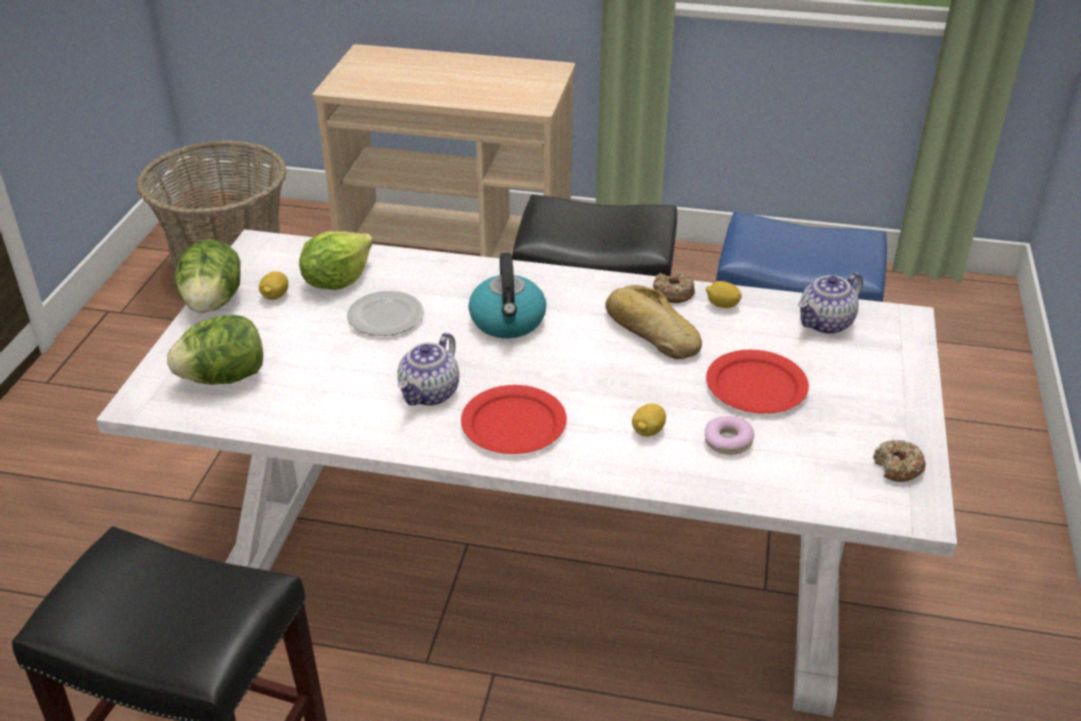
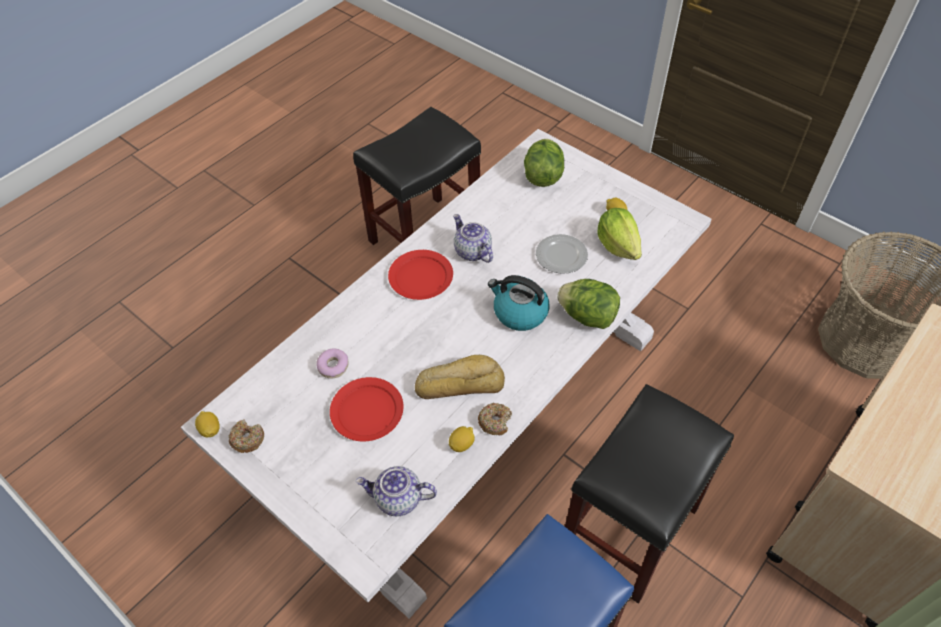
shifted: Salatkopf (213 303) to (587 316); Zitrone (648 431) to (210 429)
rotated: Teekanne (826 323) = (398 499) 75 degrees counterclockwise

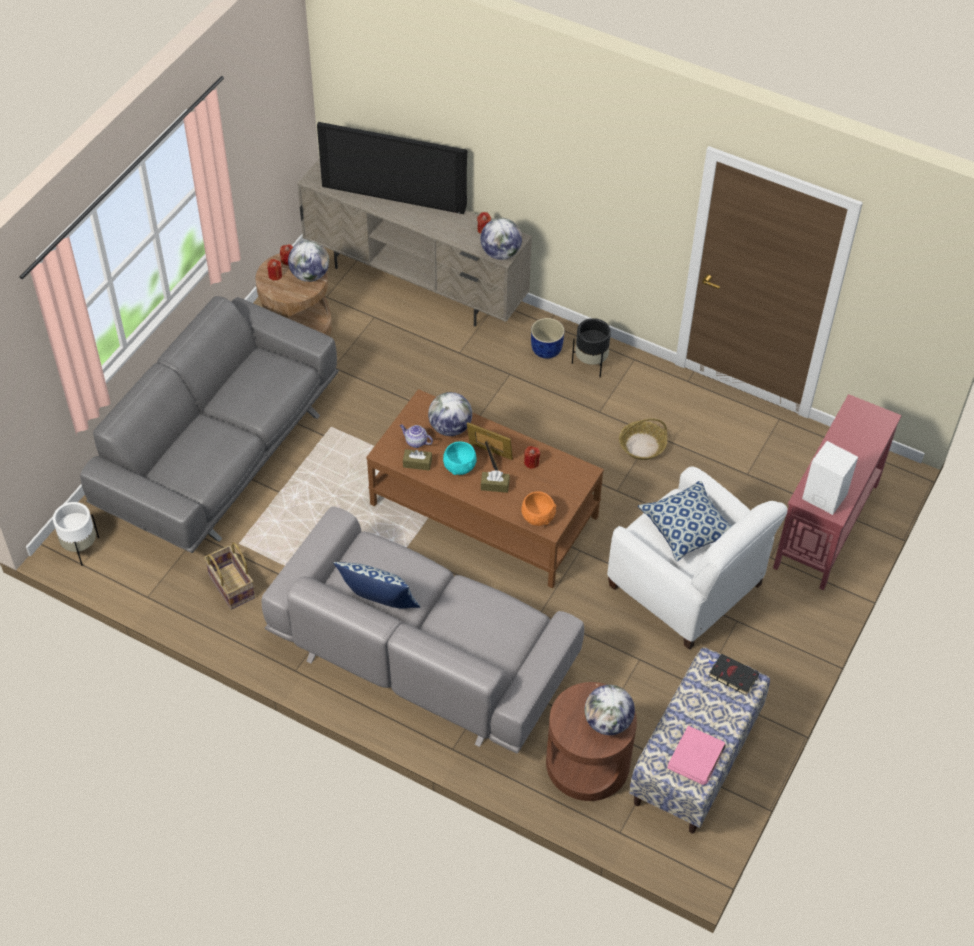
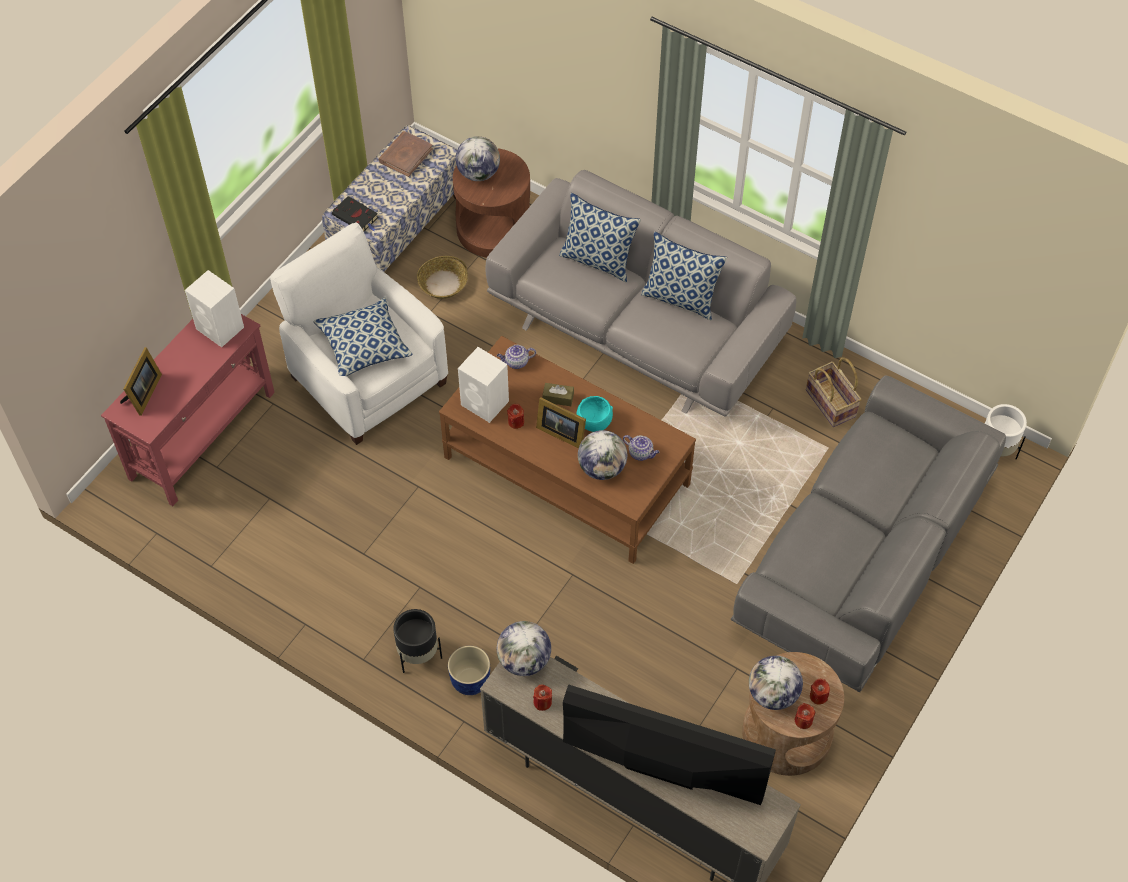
gone: Taschentuchbox (braun) (417 463)
new: Kissen (598 260); Bilderrahmen (143 394); Lautsprecher (weiß) (485 403)
shifted: Korb (642 446) to (443 283)
swapped: Schüssel (orange) (538 516) to Teekanne (516 362)
repainted: Buch (rosa) (696 757) to Buch (braun) (405 155)

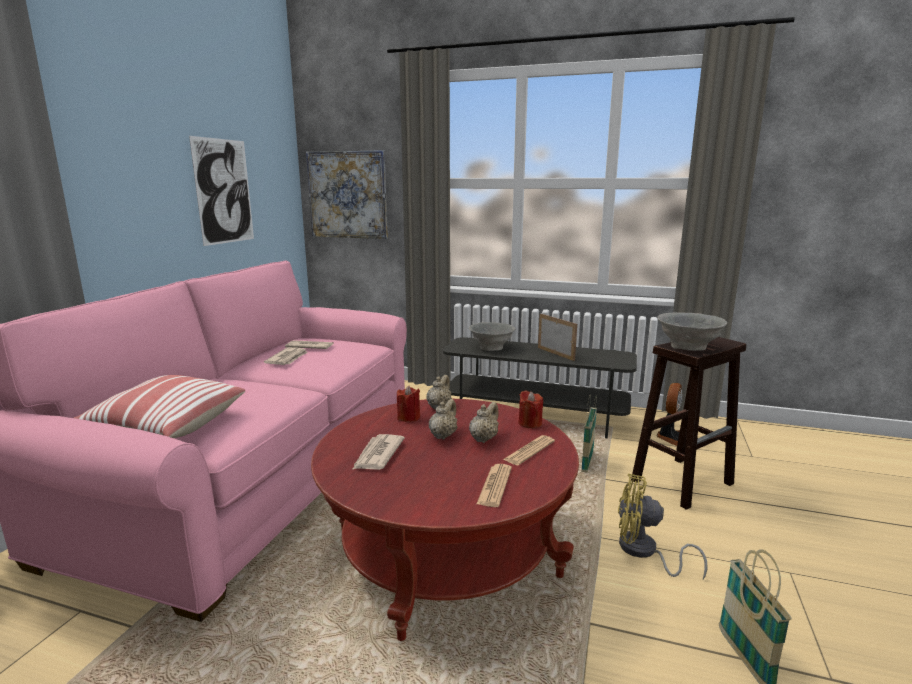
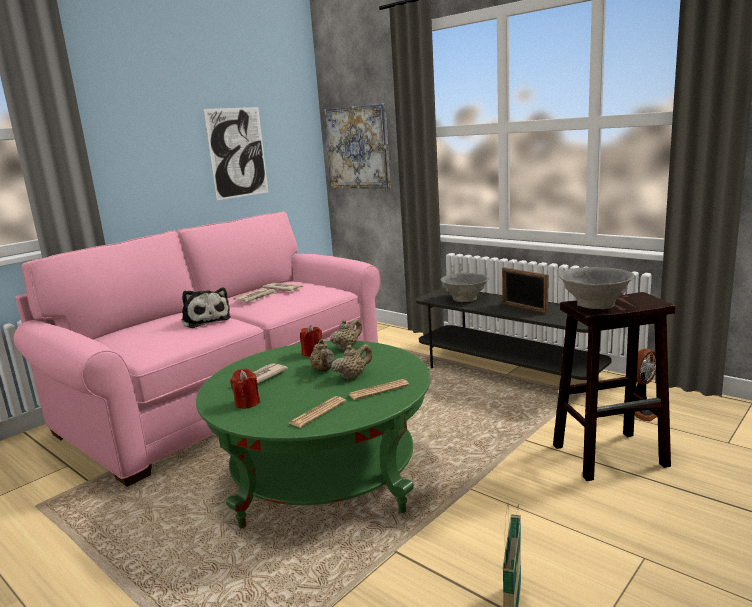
gone: Kissen (166 426); Korb (587 463); Ventilator (gelb) (643 552)
new: Plüschtier (205 320)
shifted: Kerze (rot) (530 423) to (247 403)
repainted: Couchtisch (rot) (446 552) to Couchtisch (grün) (325 475)
rotated: Bilderrahmen (556 353) = (524 308) 150 degrees clockwise; Teekanne (beige) (443 435) = (323 370) 120 degrees clockwise

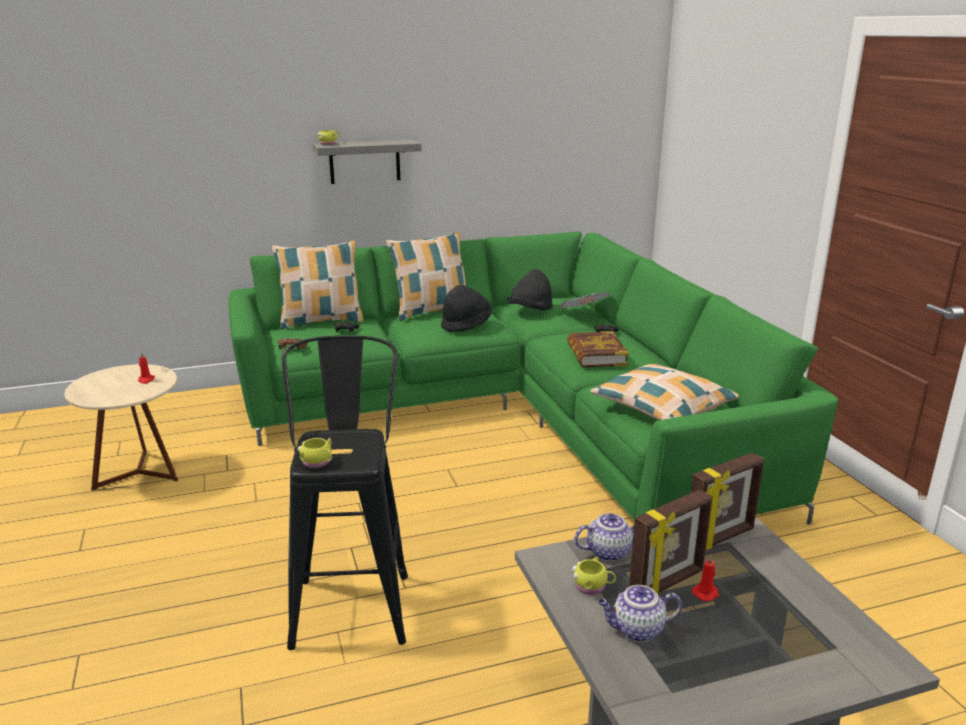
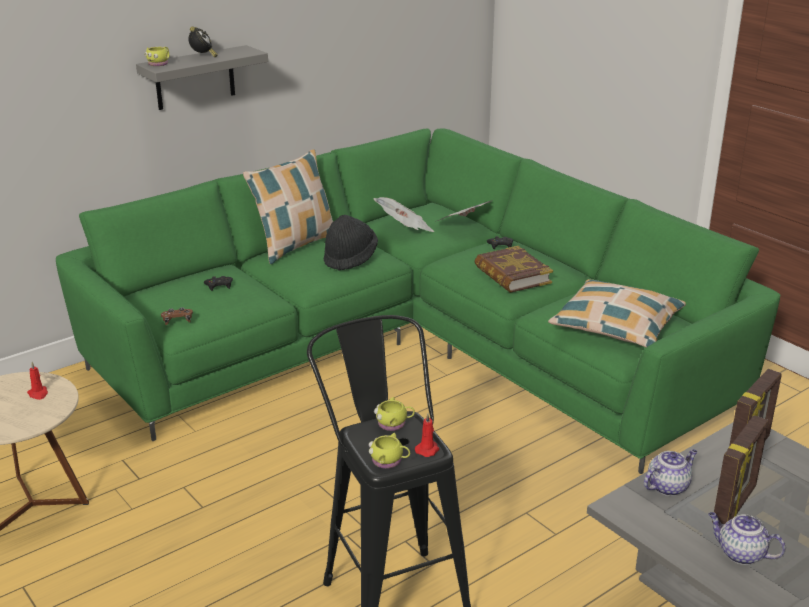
gone: Kissen (321 321)
new: Wecker (203 57)
shifted: Kerze (rot) (706 593) to (428 449); Henkelbecher (gelb) (593 586) to (394 424)
swapped: Hut (schwarz) (530 311) to Zeitung (404 229)
rotated: Teekanne (636 630) = (740 554) 60 degrees clockwise

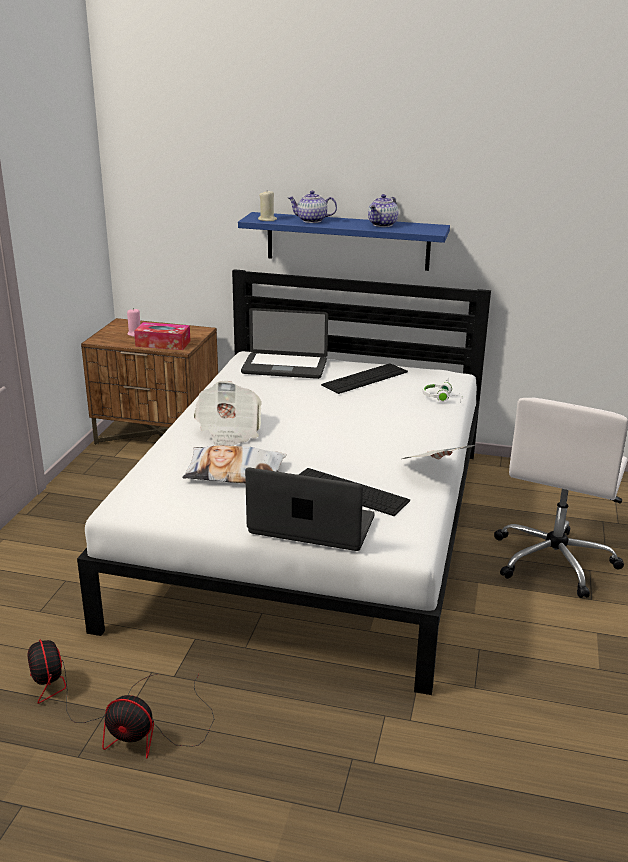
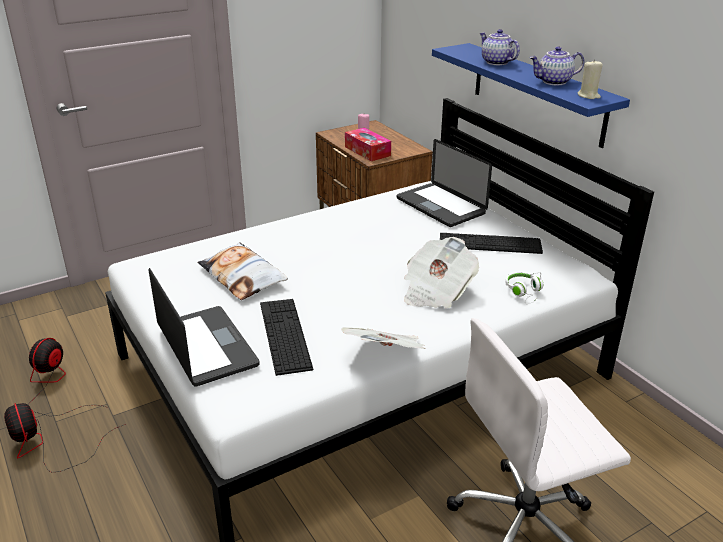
shifted: Kerze (beige) (267 219) to (588 96); Zeitung (228 432) to (436 291)

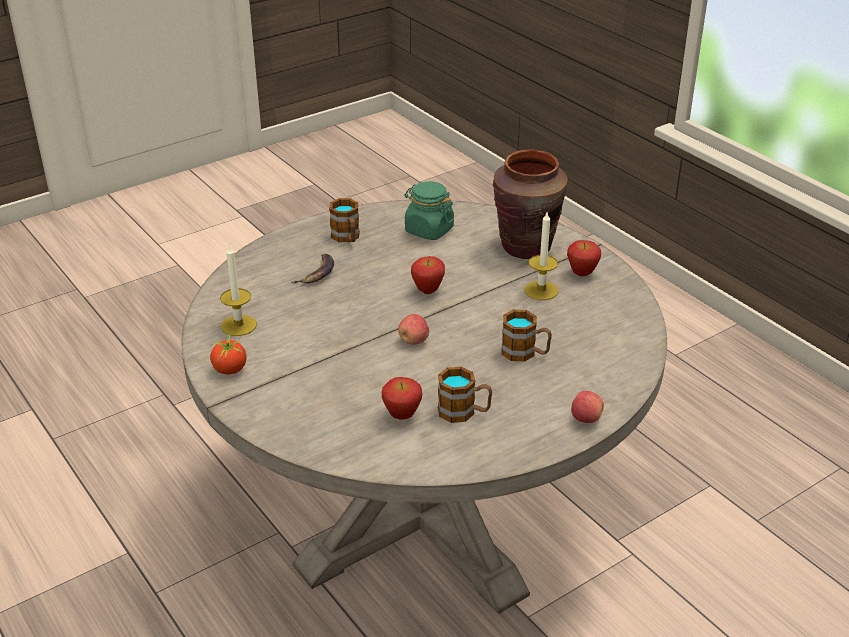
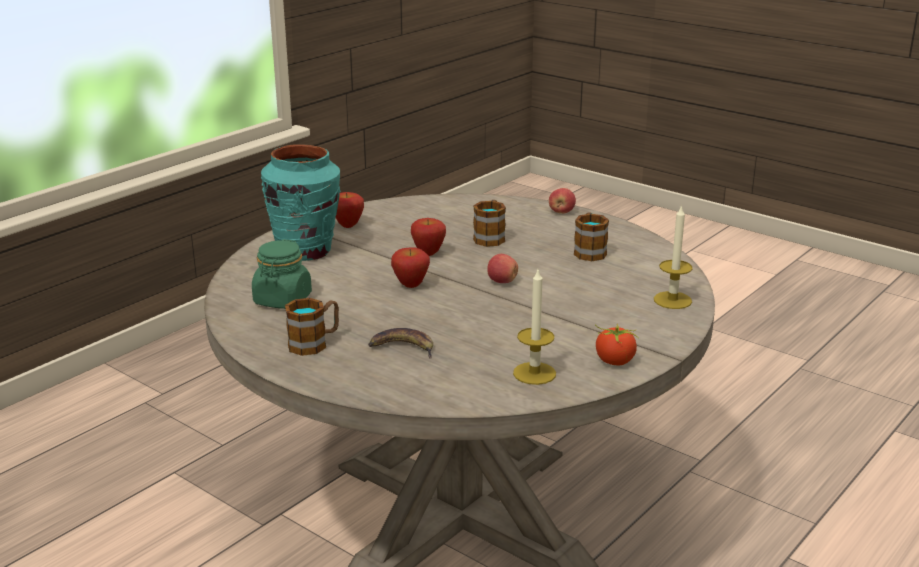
shifted: Kerze (541 290) to (672 300); Apfel (402 416) to (428 253)
repainted: Vase (braun) (526 247) to Vase (türkis) (305 251)

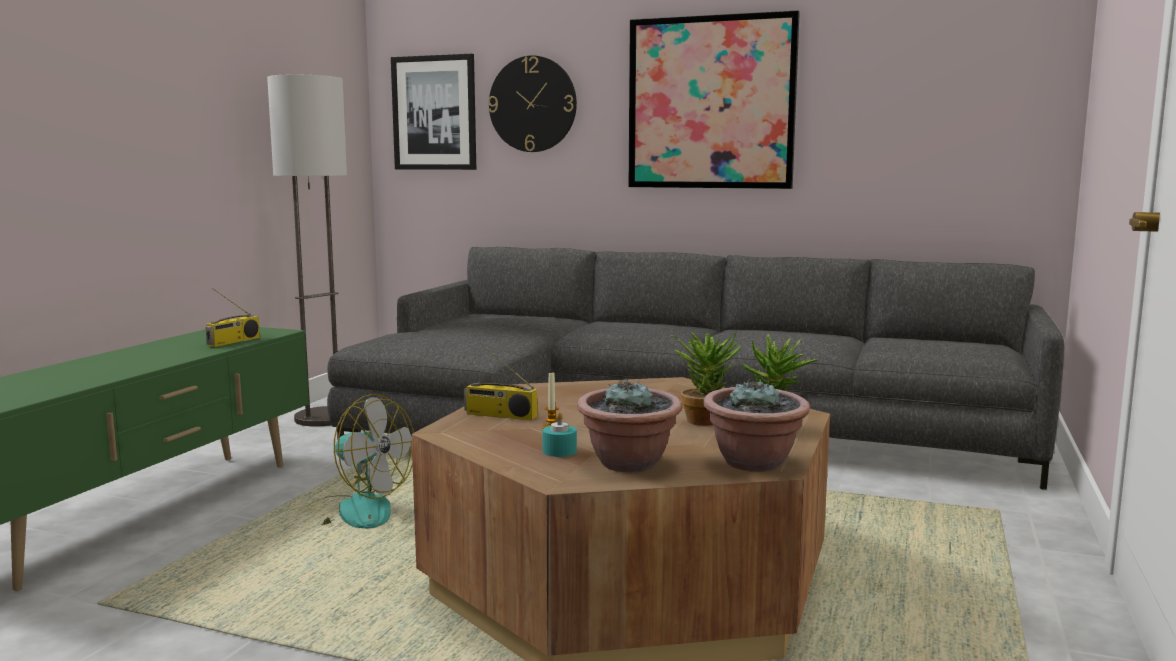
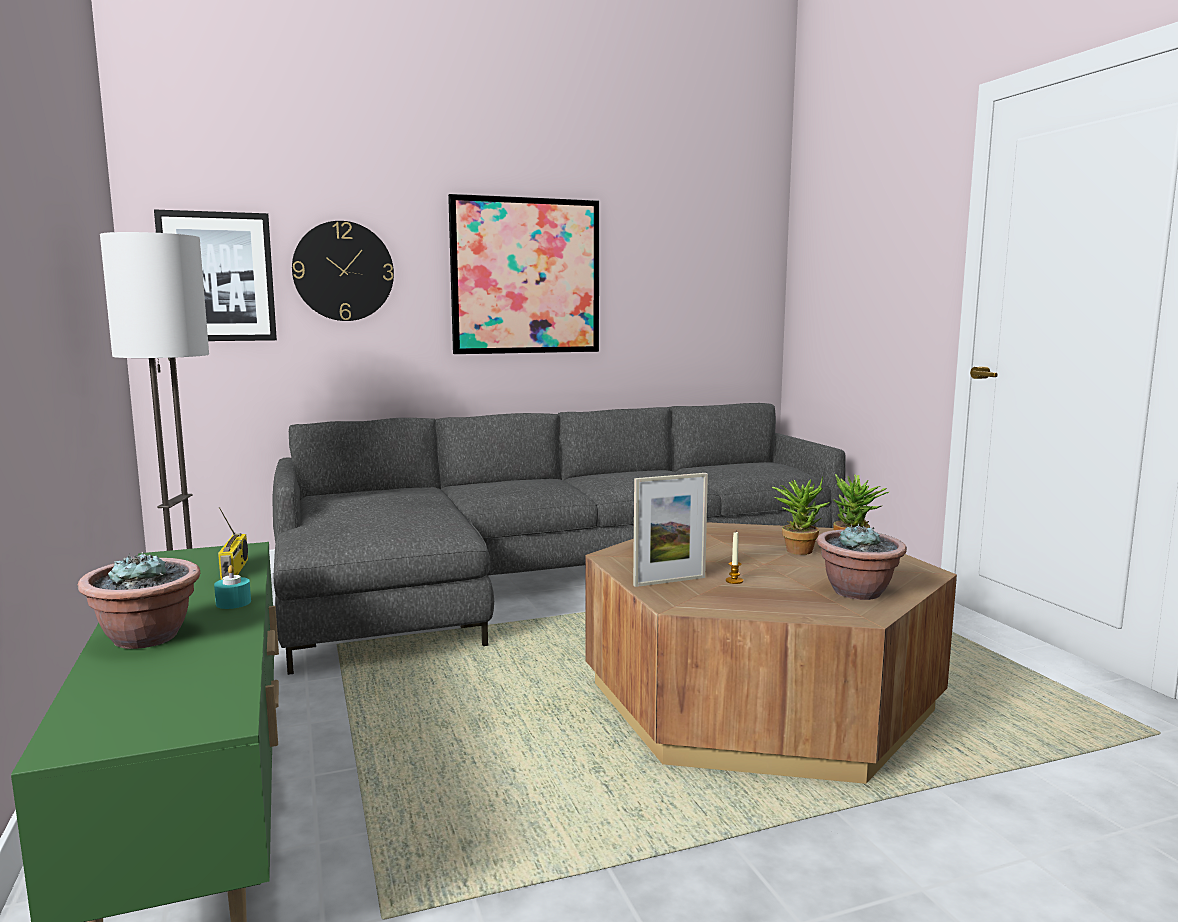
gone: Ventilator (352 512)
shifted: Topfpflanze (754 463) to (147 638); Kerze (türkis) (559 451) to (233 603)
swapped: Radio (499 415) to Bilderrahmen (669 581)

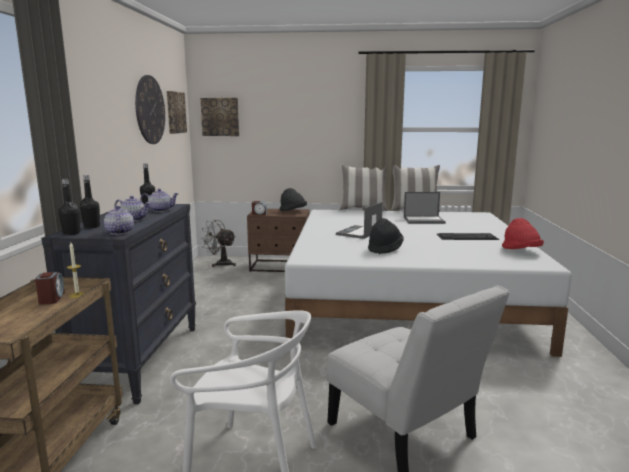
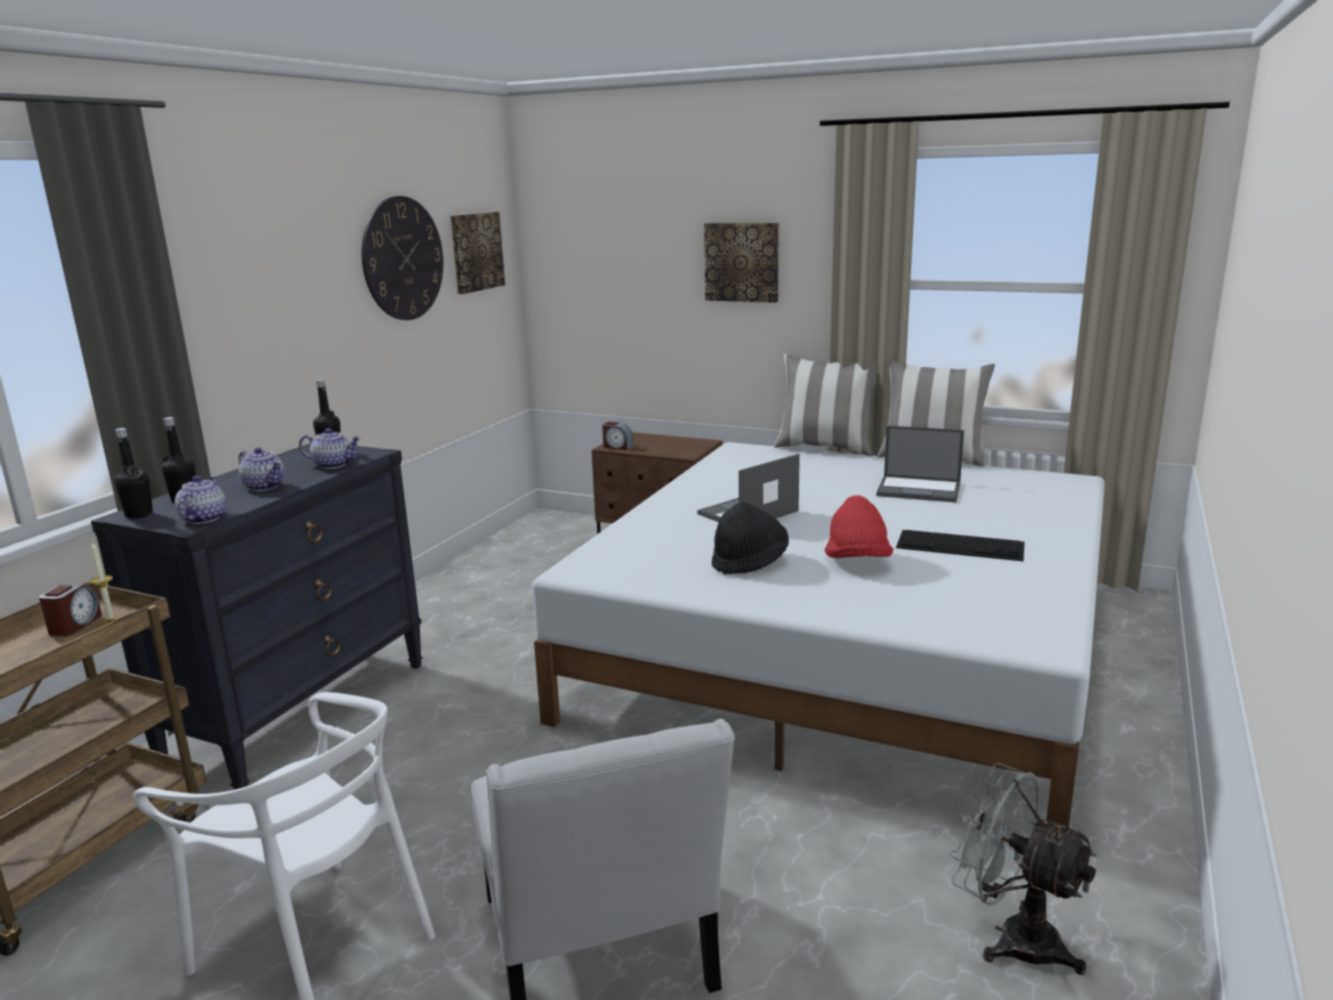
gone: Hut (schwarz) (293 211)
shifted: Bild (220 117) to (742 262); Hut (rot) (521 251) to (857 561); Ventilator (grau) (220 263) to (1013 937)

